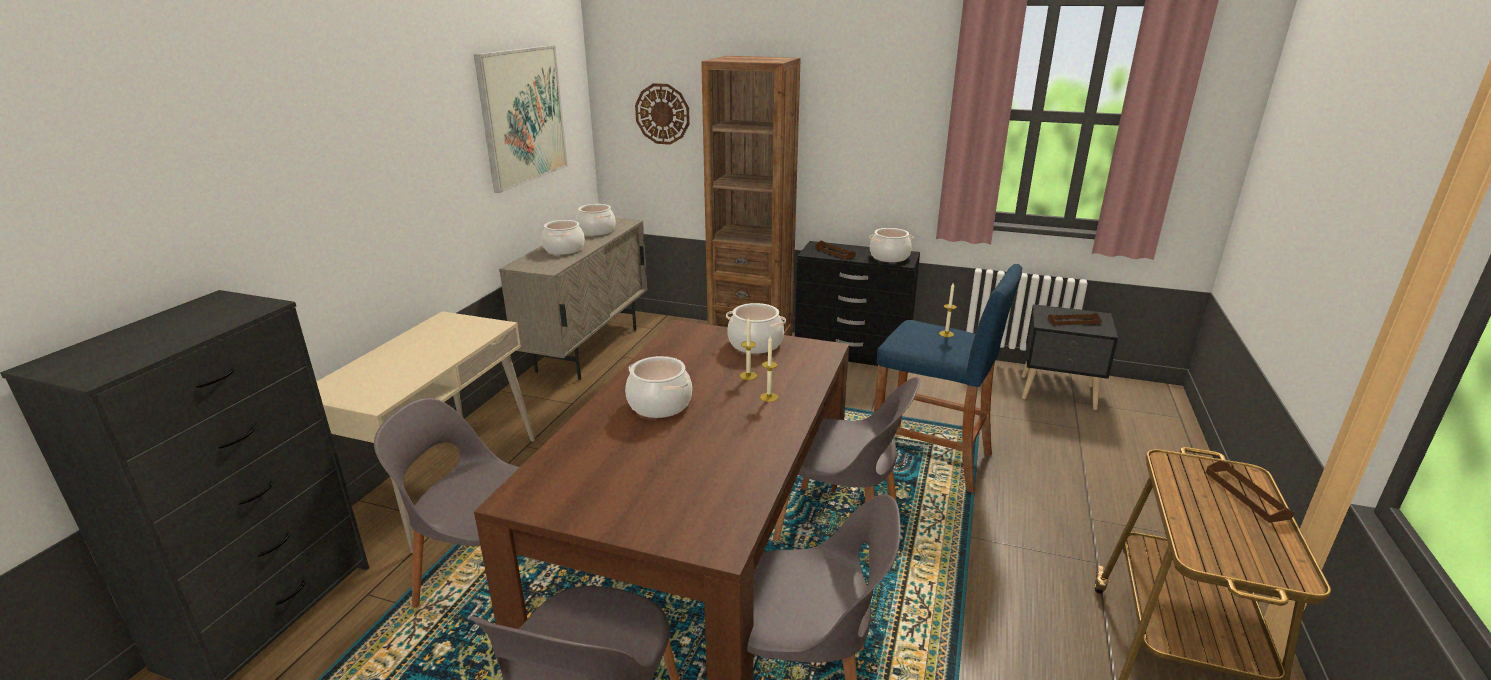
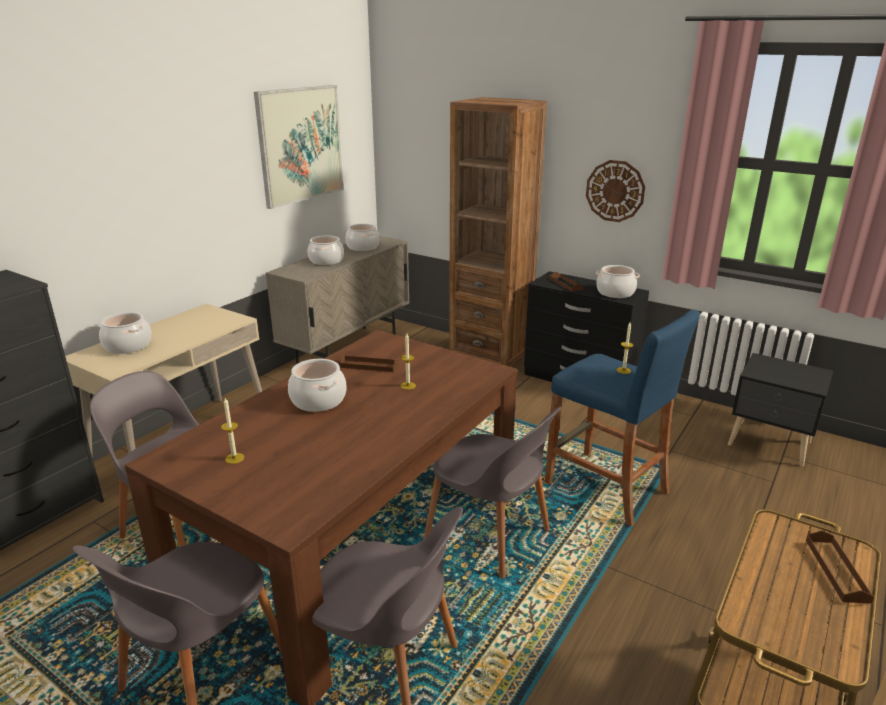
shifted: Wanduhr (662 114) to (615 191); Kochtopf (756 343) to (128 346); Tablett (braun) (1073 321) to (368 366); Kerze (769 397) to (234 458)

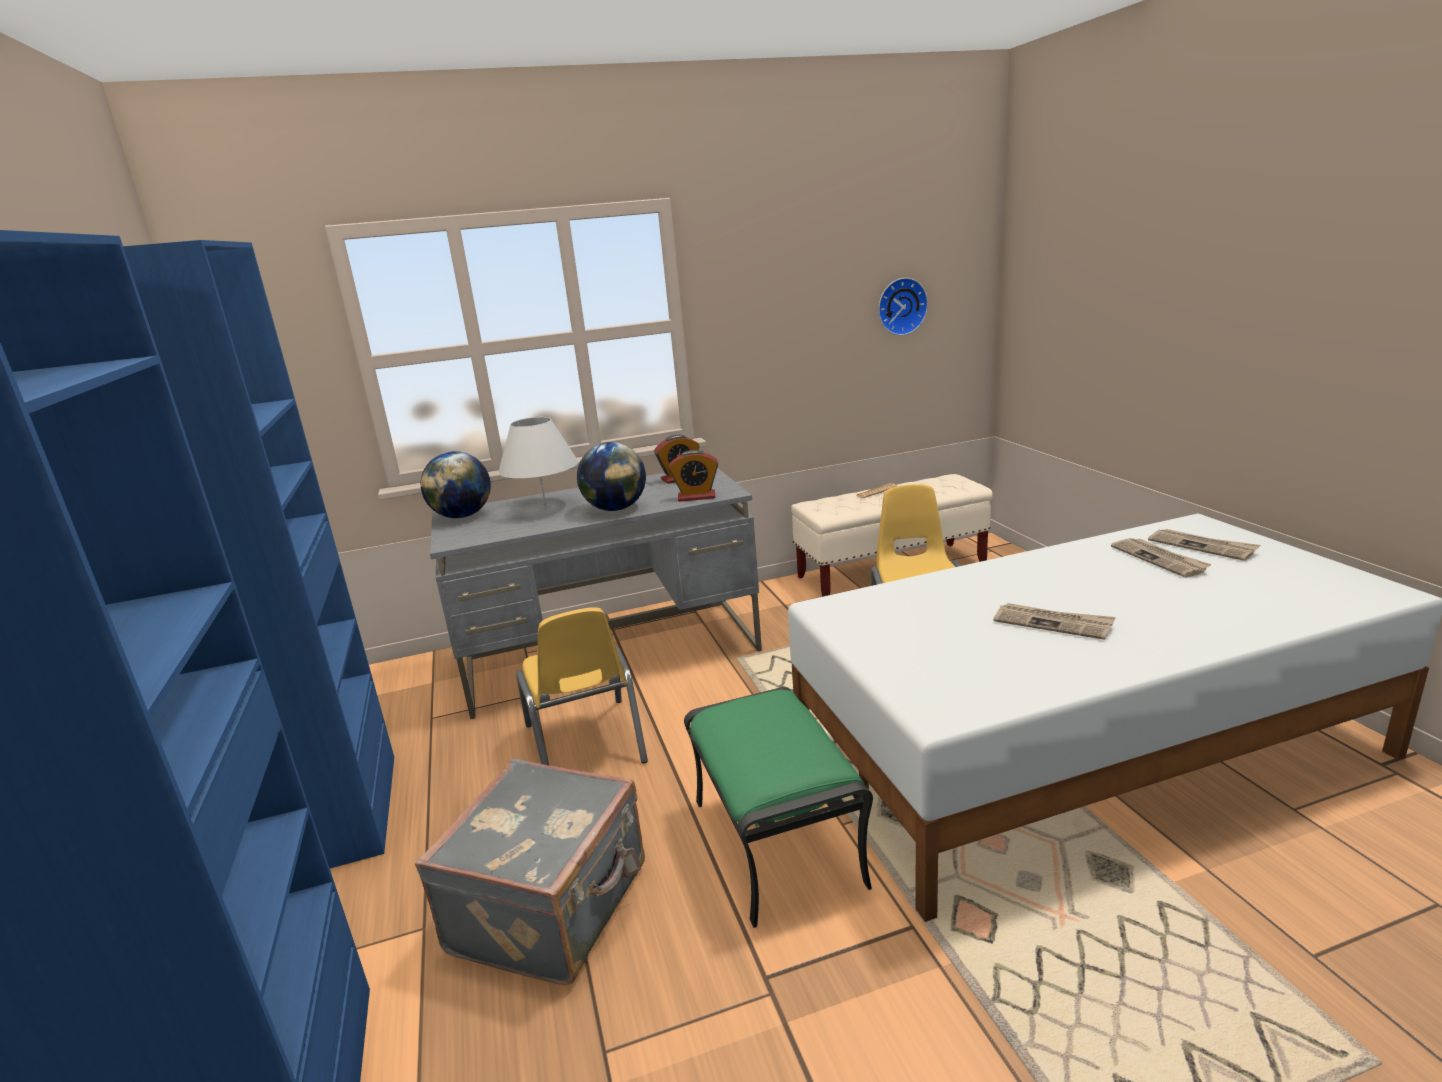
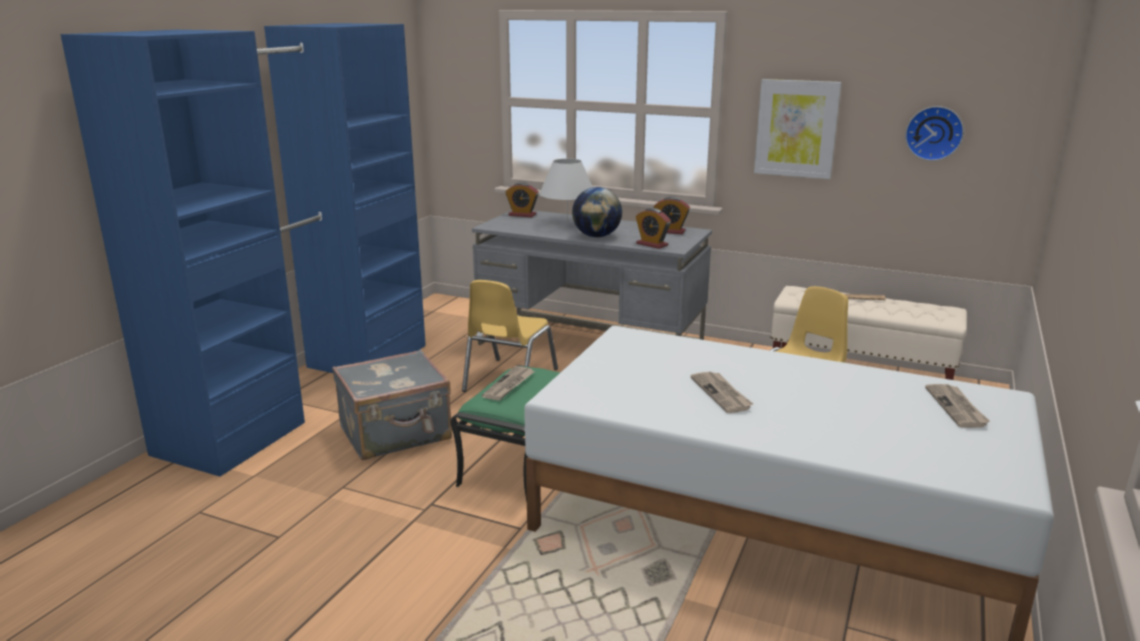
new: Bild (796 128)
shifted: Zeitung (1159 559) to (509 385)
swapped: Globus (463 516) to Wecker (522 215)

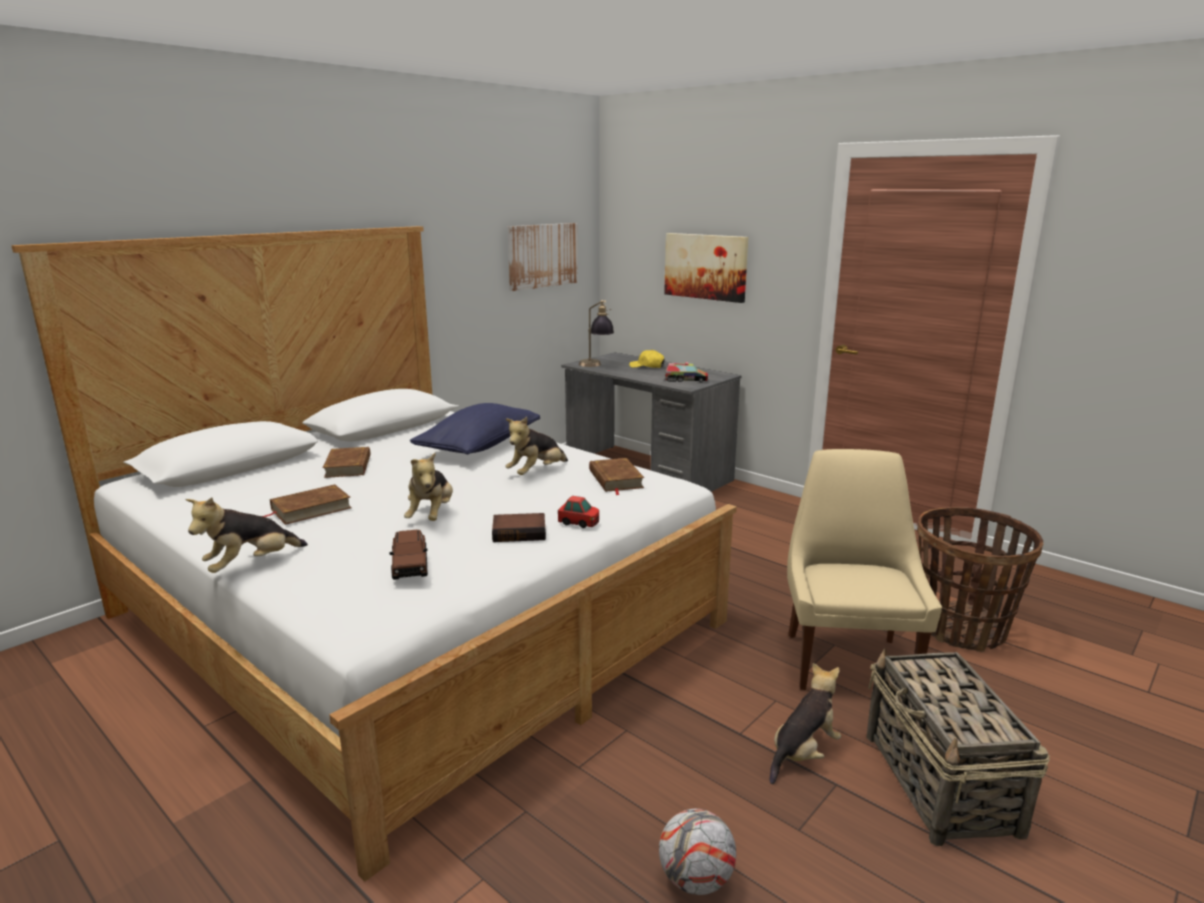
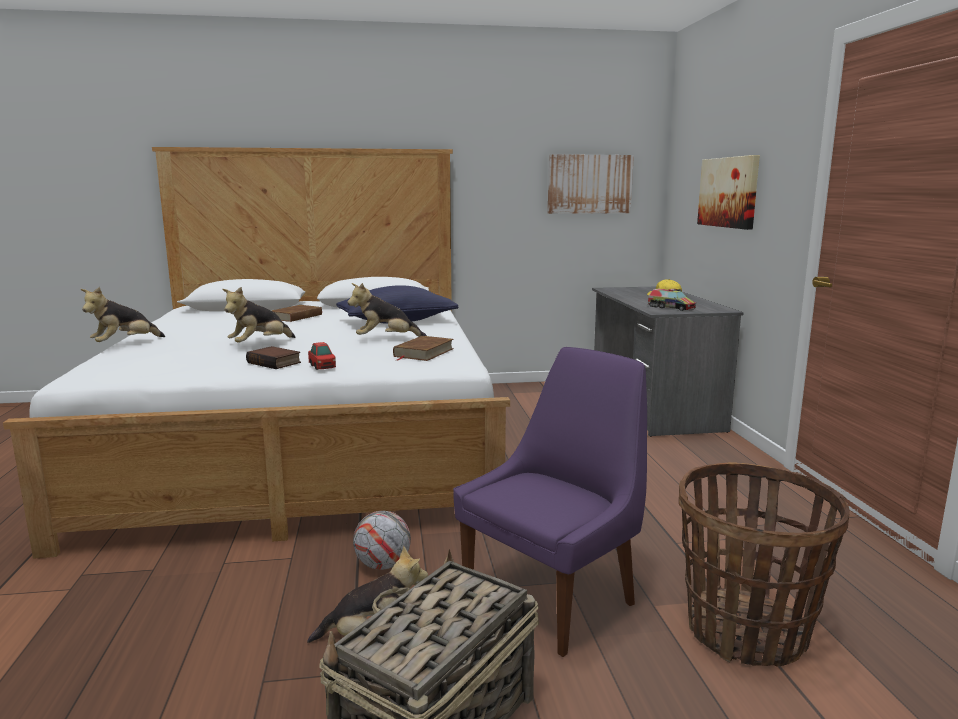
gone: Tischlampe (596 366); Buch (braun) (310 509); Spielzeugauto (braun) (410 566)
shifted: Fußball (695 880) to (382 565)
repainted: Stuhl (beige) (847 660) to Stuhl (lila) (553 598)
rotated: Plüschtier (251 565) = (124 344) 45 degrees counterclockwise

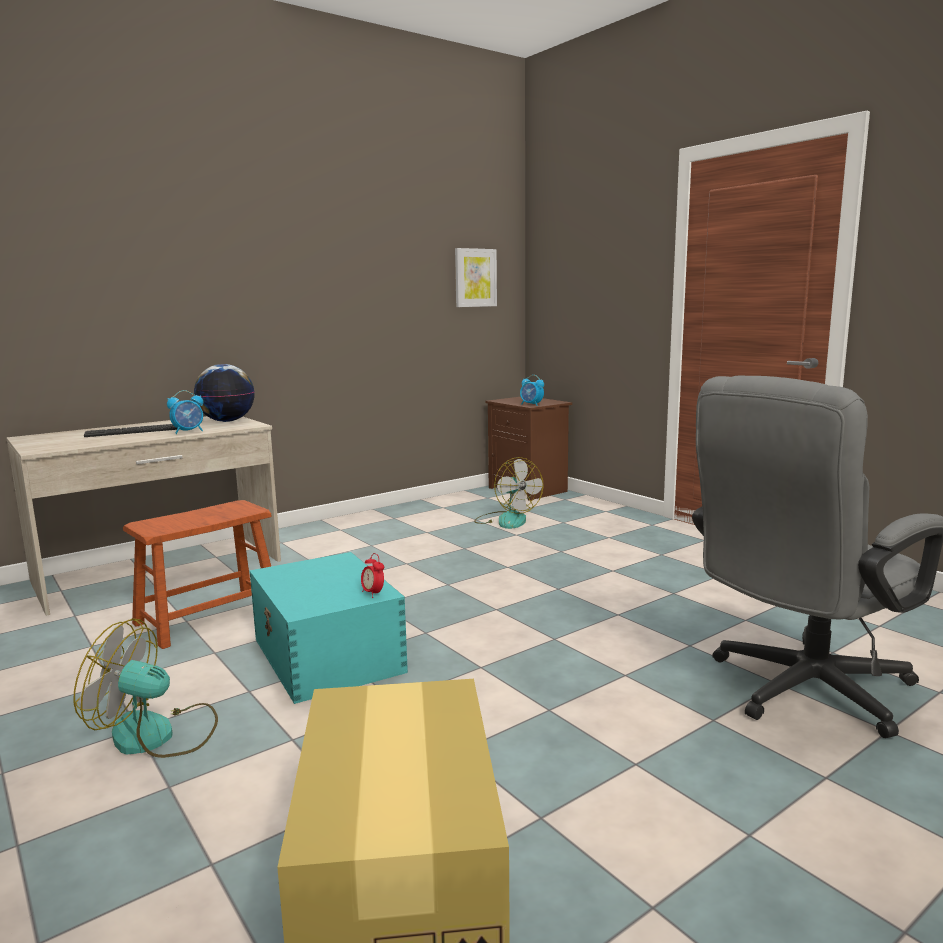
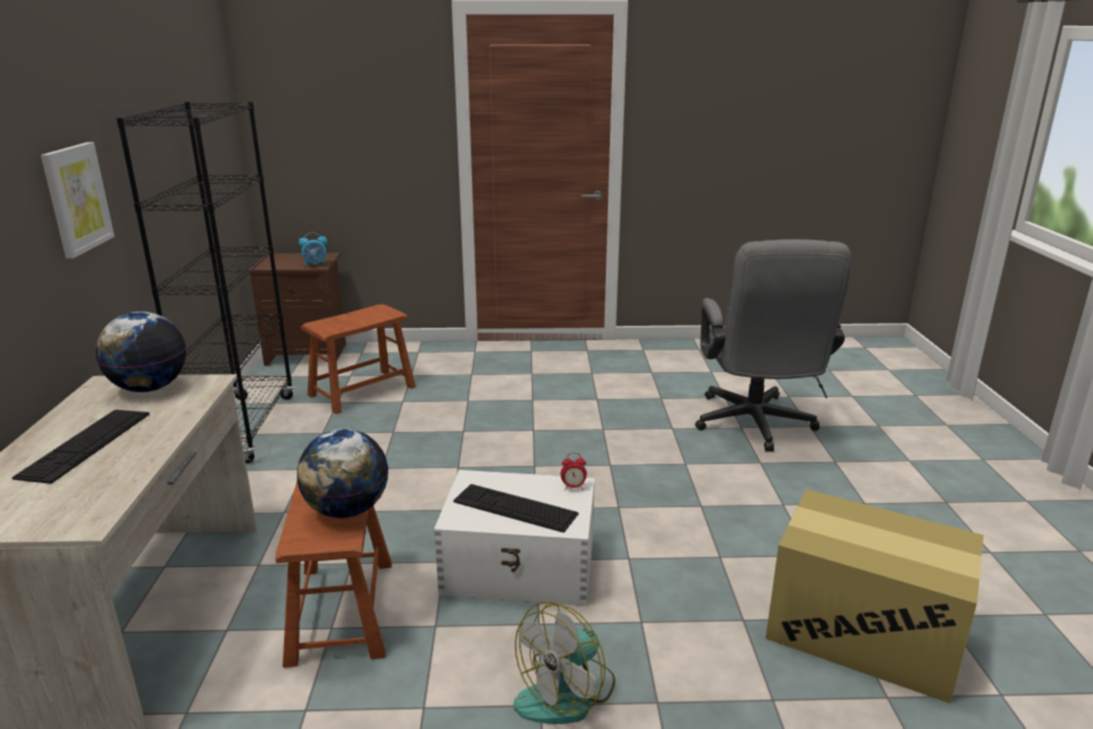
gone: Wecker (188 432)
new: Bücherregal (schwarz) (244 428); Globus (347 510); Tastatur (515 508)
shifted: Bild (475 278) to (76 198)
swapped: Ventilator (506 520) to Hocker (braun) (362 391)
repainted: Aufbewahrungsbox (türkis) (327 656) to Aufbewahrungsbox (weiß) (521 566)

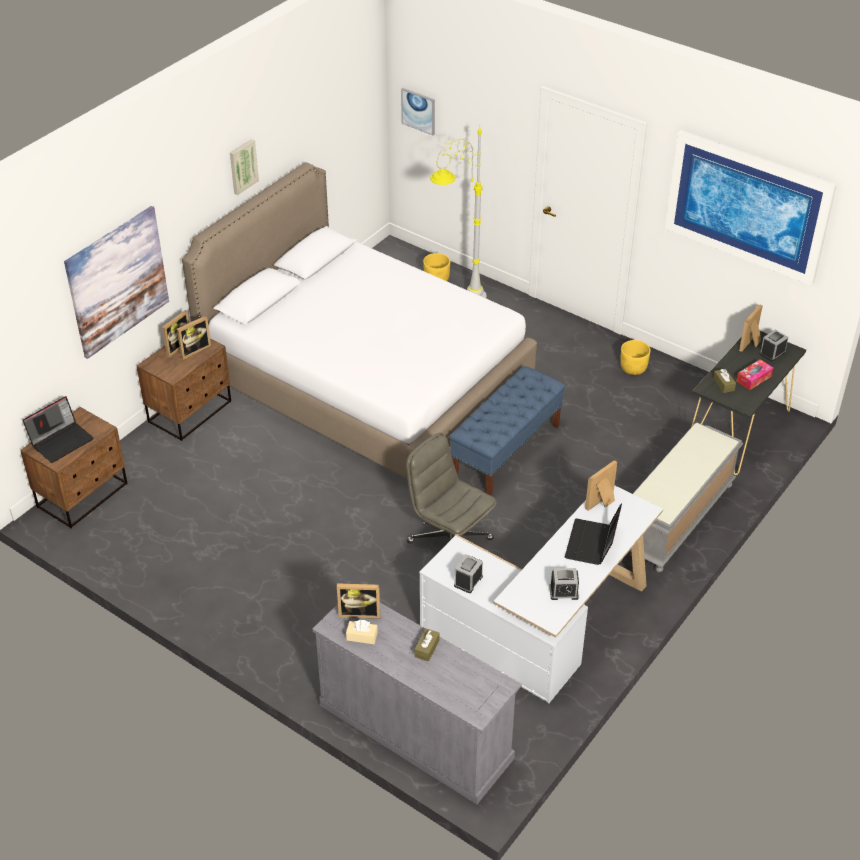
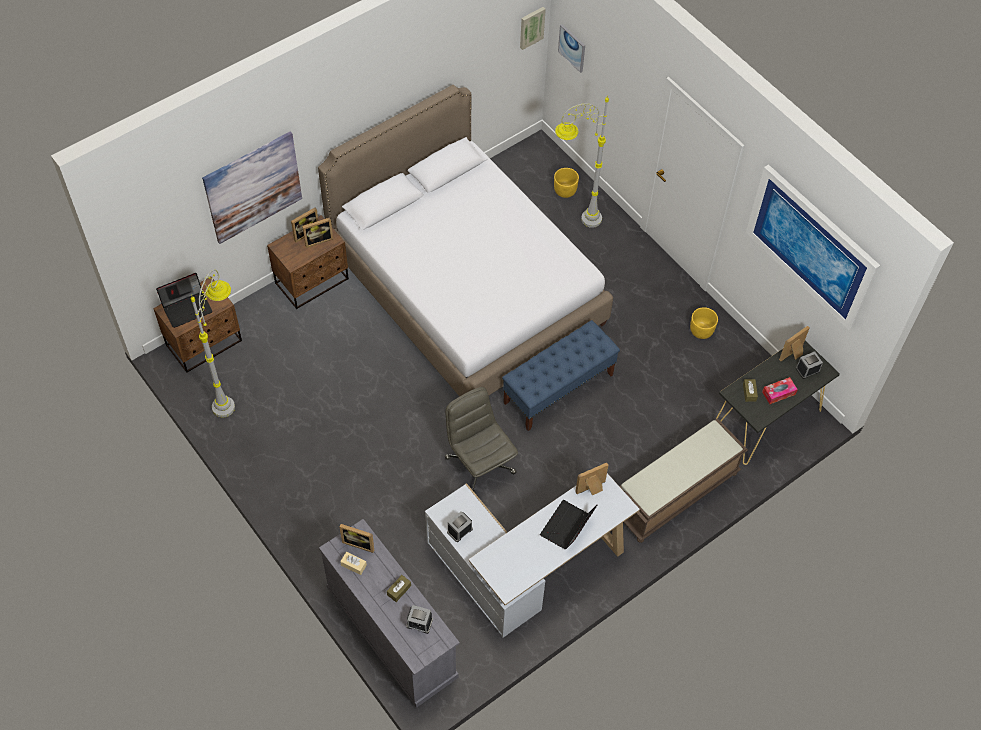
new: Stehlampe (grau) (232 391)
shifted: Bild (242 166) to (531 27); Wecker (564 592) to (419 623)
repainted: Bank (grau) (676 518) to Bank (braun) (675 494)

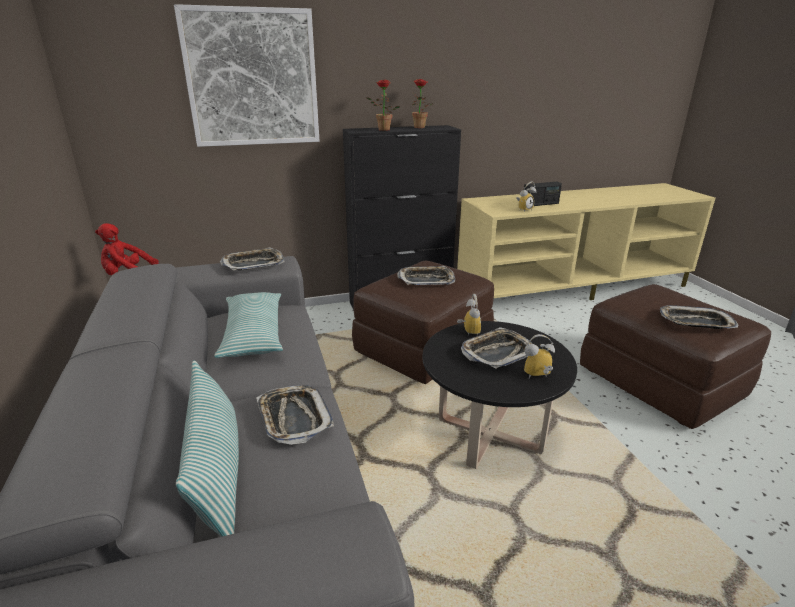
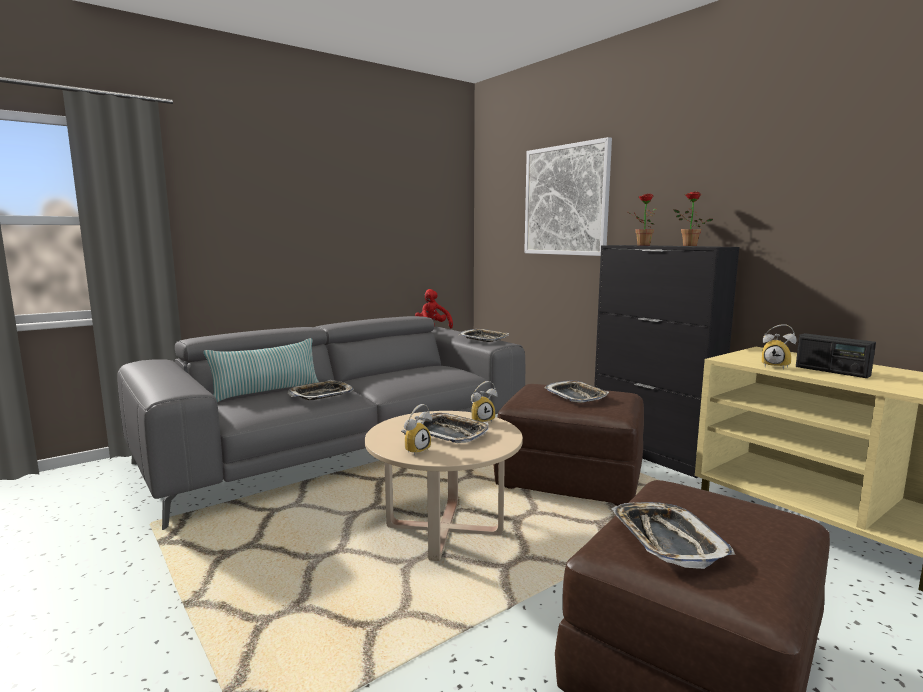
gone: Kissen (253 334)
repainted: Couchtisch (schwarz) (489 435) to Couchtisch (beige) (444 530)
rotated: Wecker (538 377) = (415 450) 75 degrees clockwise

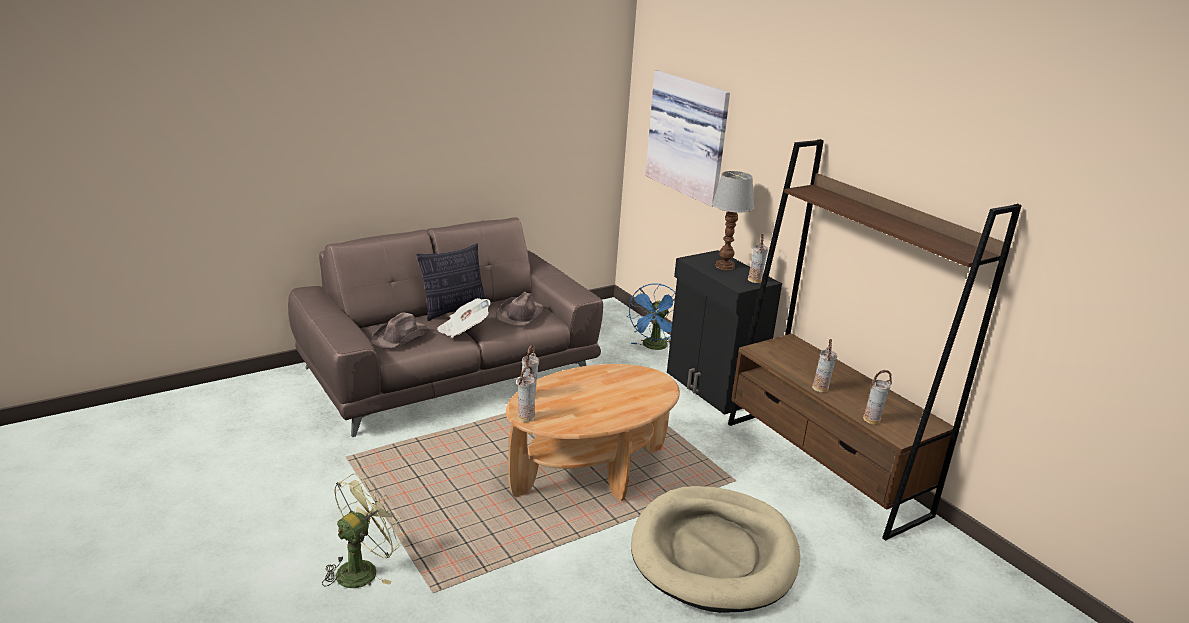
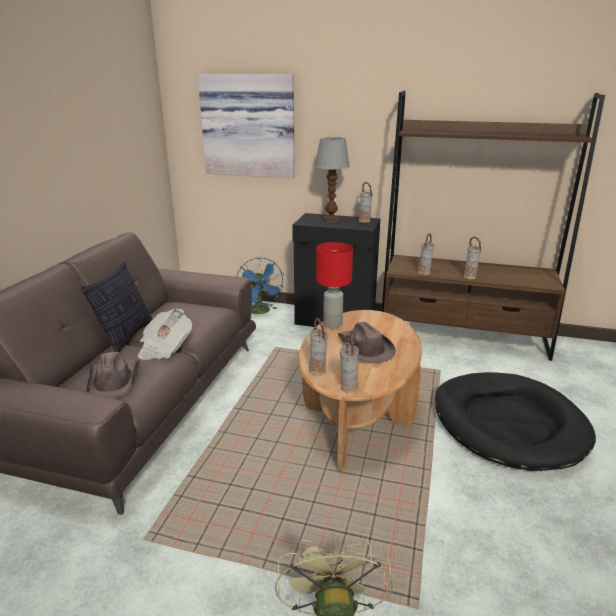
new: Tischlampe (rot) (332 324)
shifted: Hut (braun) (521 314) to (364 348); Vase (872 420) to (424 273)
repainted: Hundebett (beige) (714 553) to Hundebett (schwarz) (507 424)

